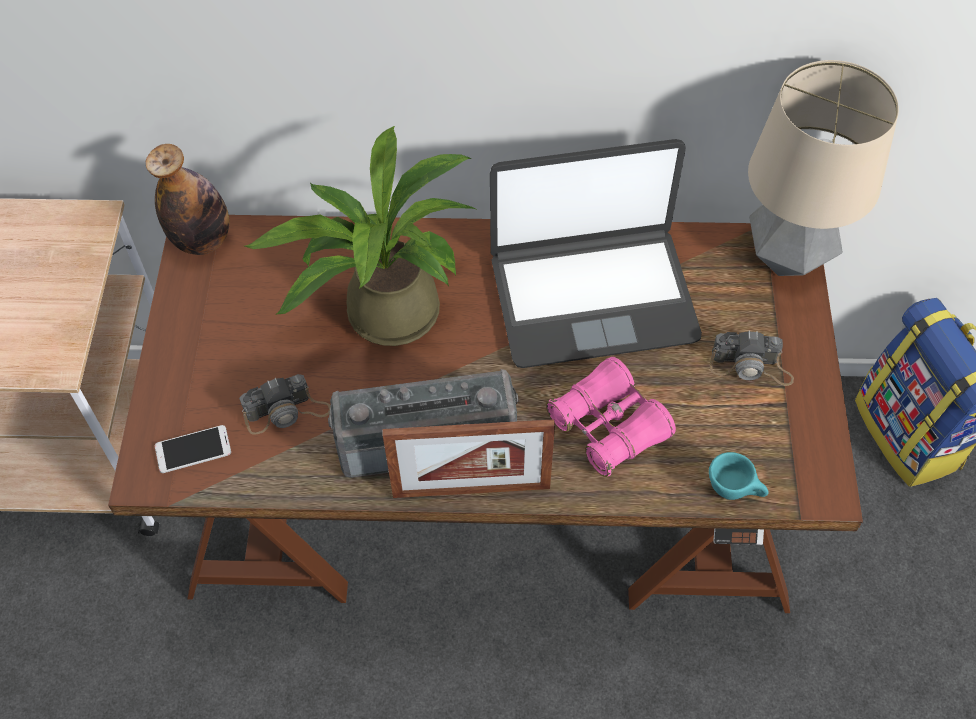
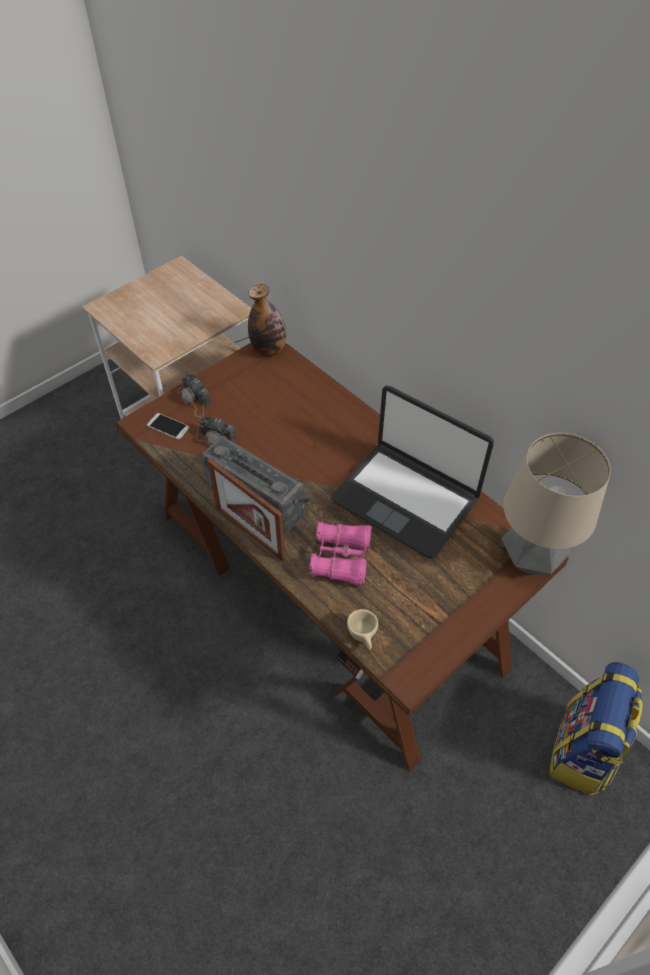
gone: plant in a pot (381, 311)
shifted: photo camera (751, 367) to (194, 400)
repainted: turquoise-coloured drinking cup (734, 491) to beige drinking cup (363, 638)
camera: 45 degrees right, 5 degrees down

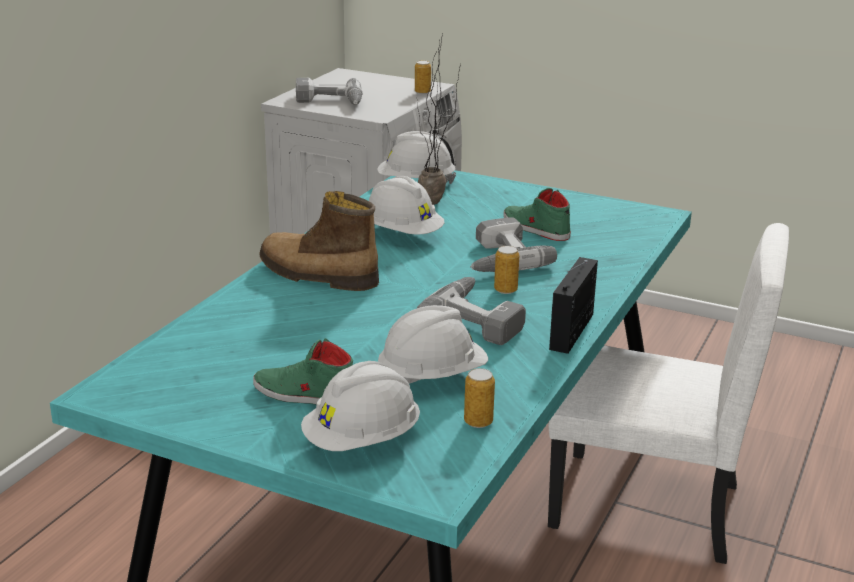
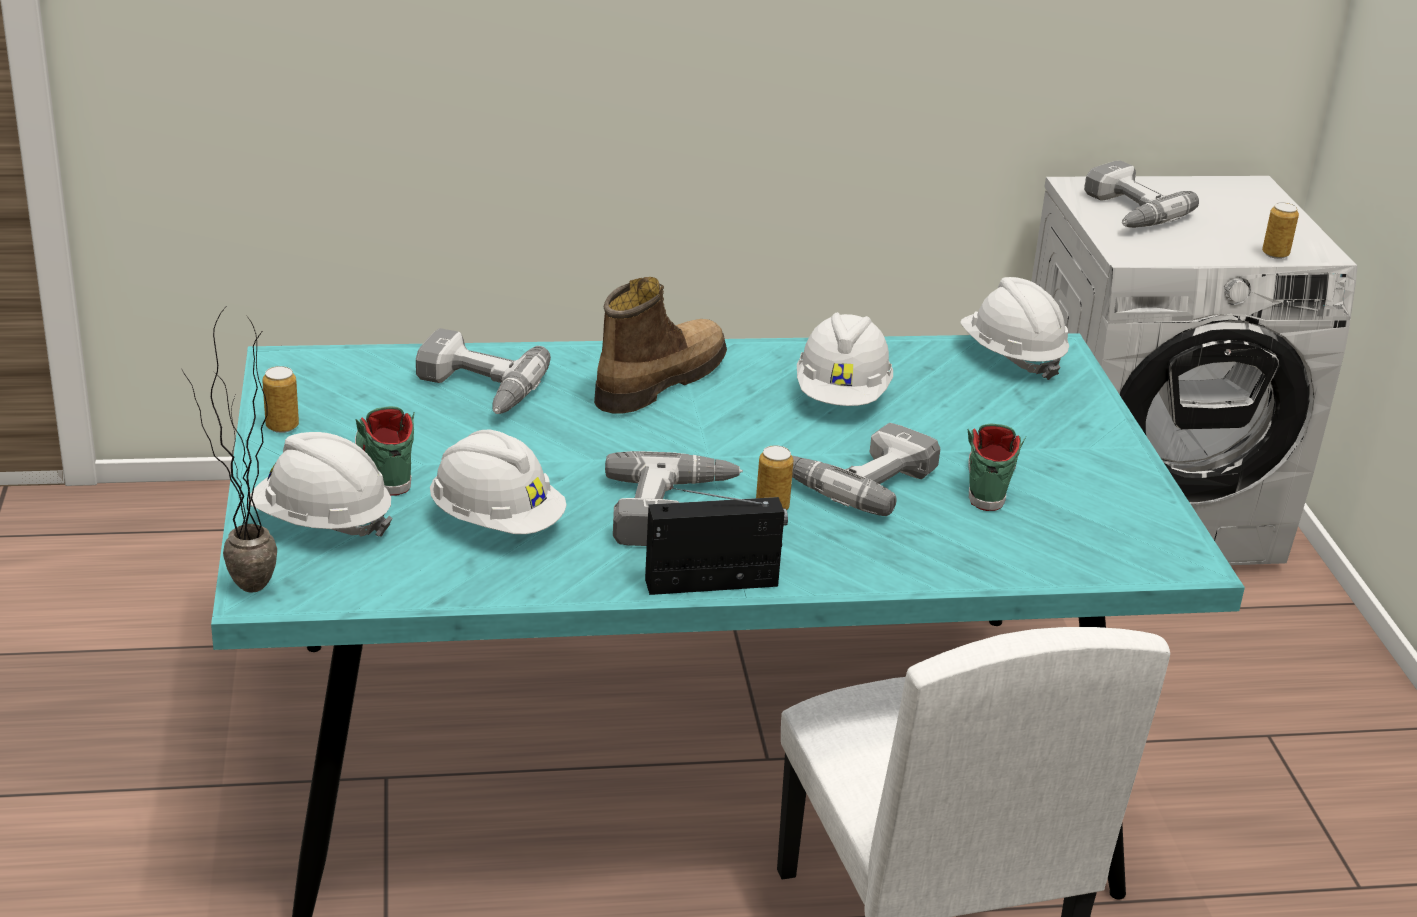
new: power drill (475, 389)
shifted: plant in a pot (435, 206) to (241, 594); can (478, 422) to (282, 426)
rotated: high-top boot (317, 276) = (658, 381) 45 degrees clockwise
camera: 55 degrees right, 5 degrees up

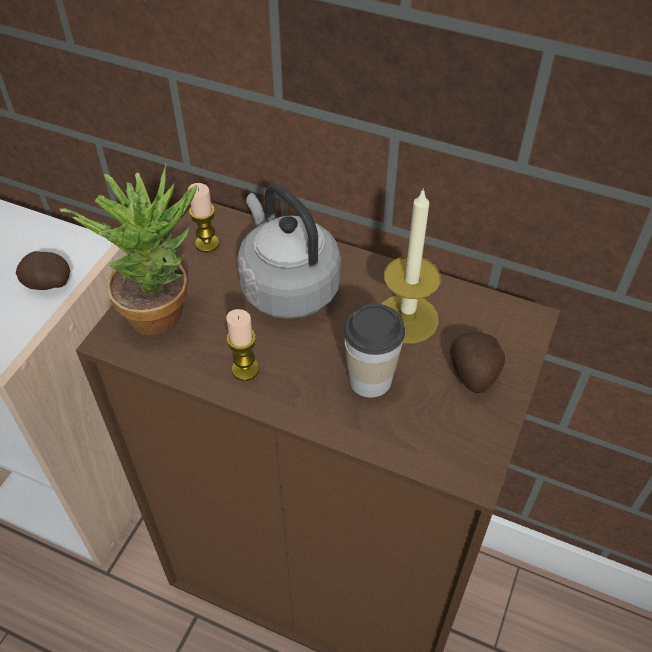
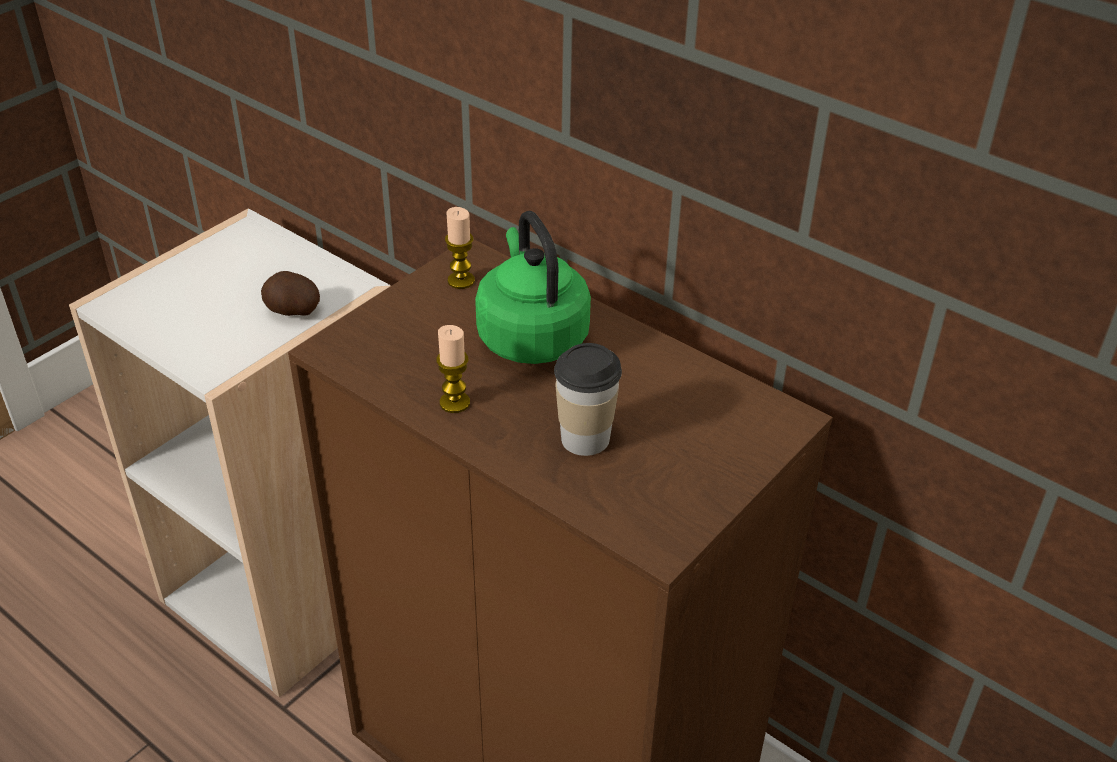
gone: plant in a pot (160, 306); candle (407, 318); whole potato (473, 374)
repainted: gray water kettle (287, 286) to green-coloured water kettle (531, 336)
camera: 15 degrees right, 10 degrees down

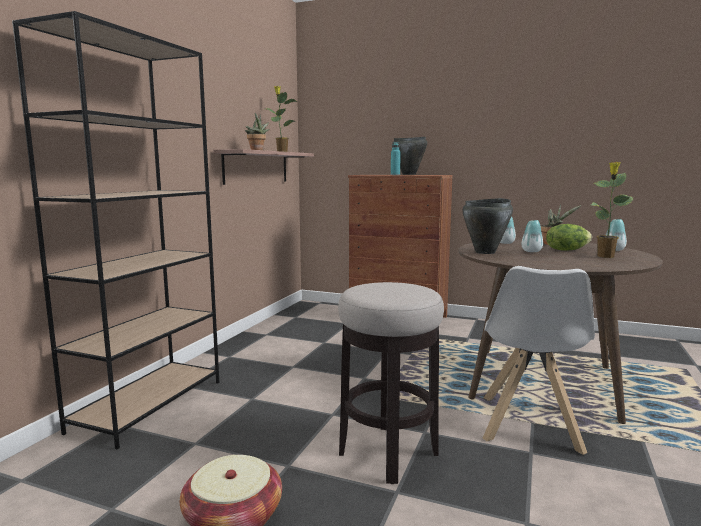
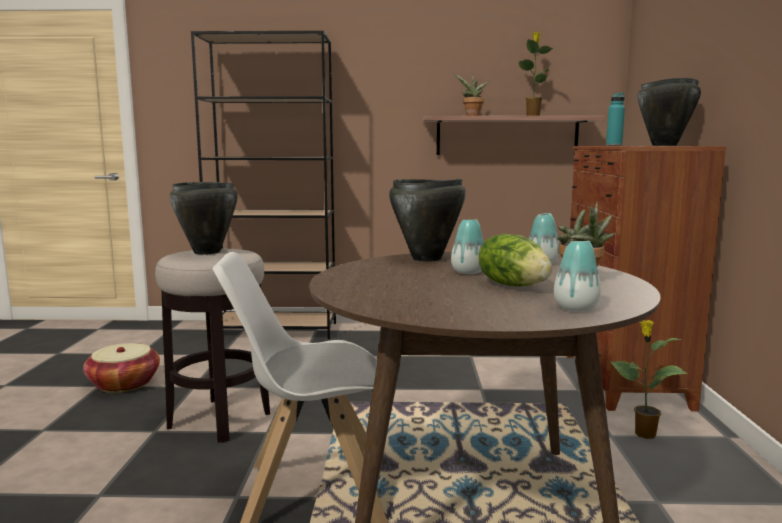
new: black cooking pot (206, 252)
shifted: plant in a pot (605, 256) to (643, 434)
camera: 70 degrees right, 0 degrees up

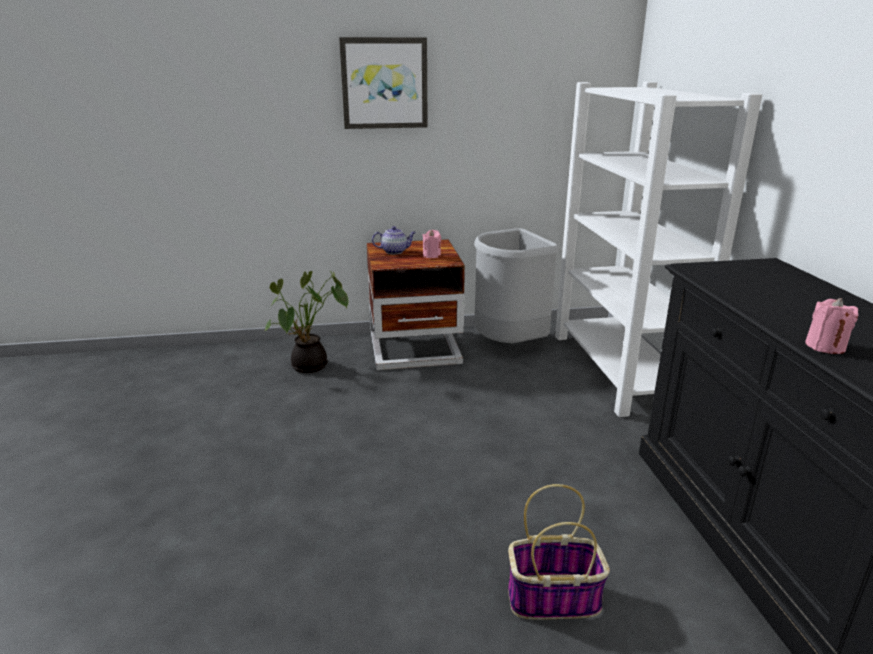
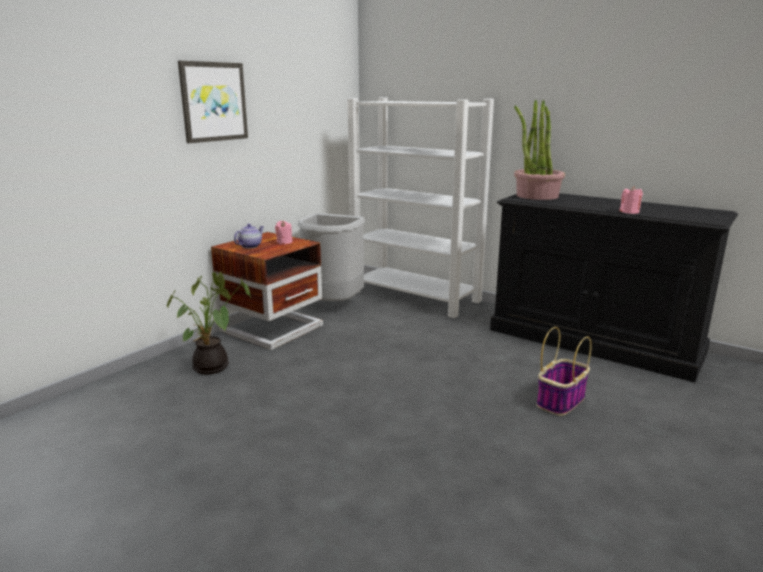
new: plant in a pot (536, 196)
camera: 45 degrees left, 5 degrees down

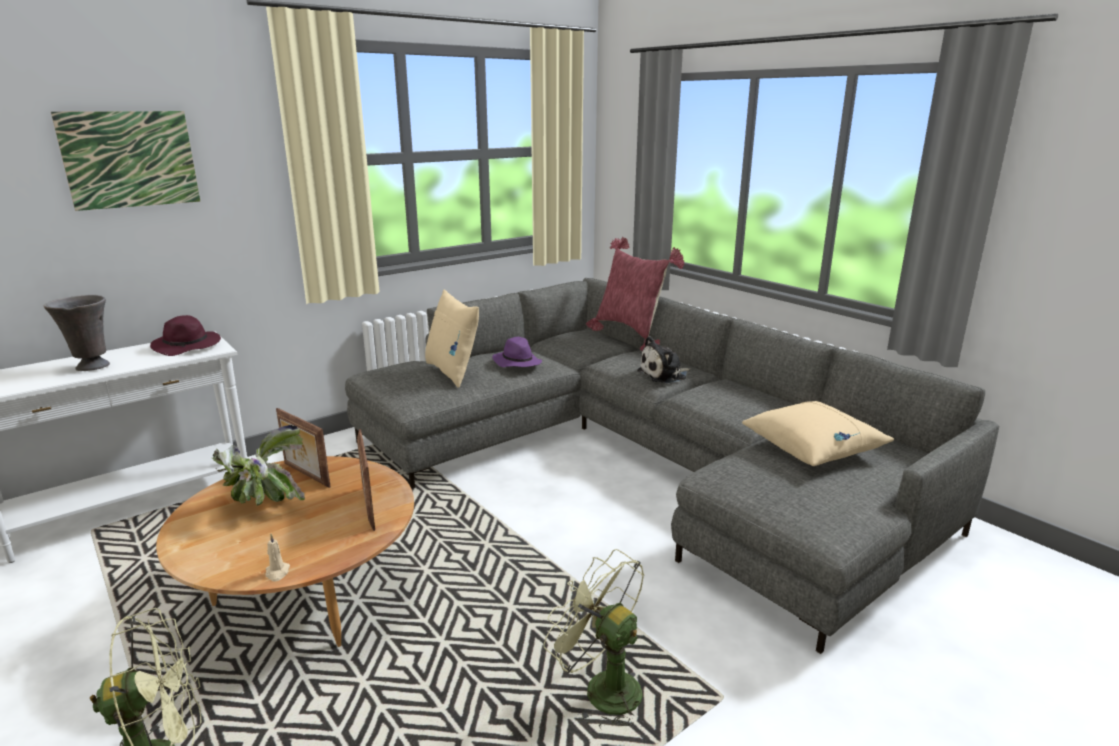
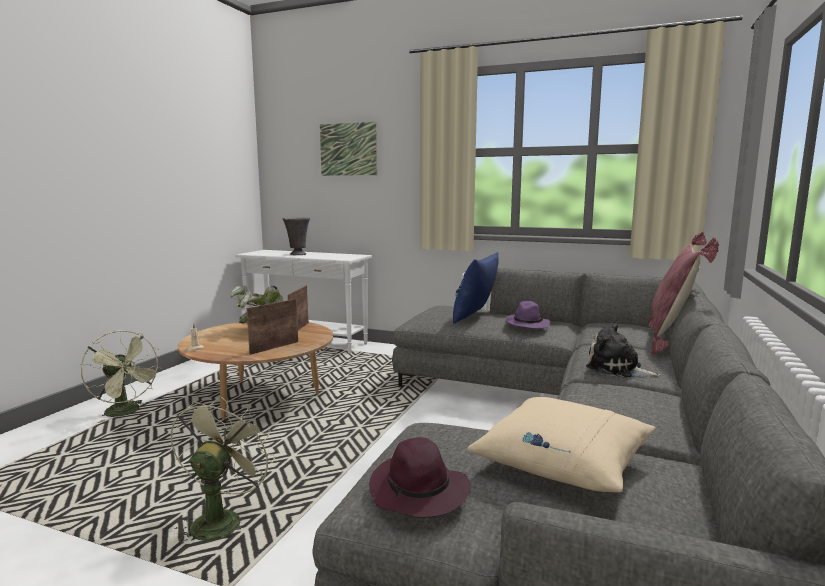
shifted: purple hat (188, 346) to (419, 492)
repainted: beige throw pillow (452, 373) to blue throw pillow (475, 317)
camera: 60 degrees right, 10 degrees down

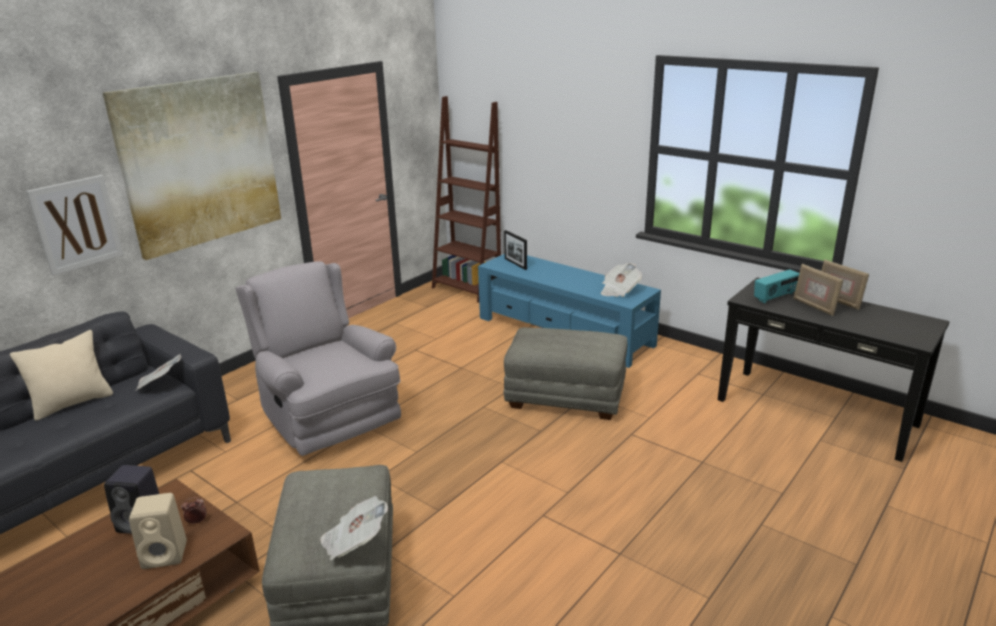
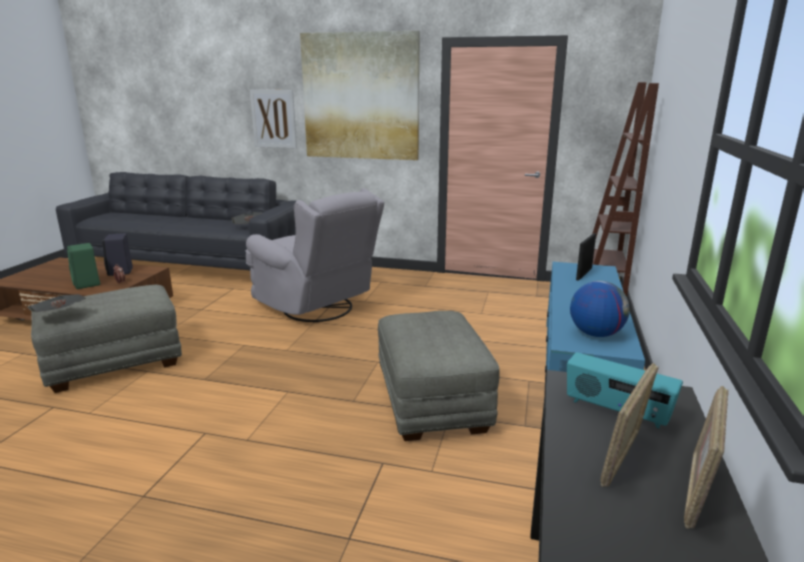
gone: beige throw pillow (72, 403)
swapped: newspaper (619, 291) to desk globe (595, 334)
repainted: beige speaker (166, 554) to green-coloured speaker (87, 284)
rotated: gray lounge chair (328, 418) = (316, 307) 105 degrees clockwise
camera: 65 degrees right, 5 degrees down

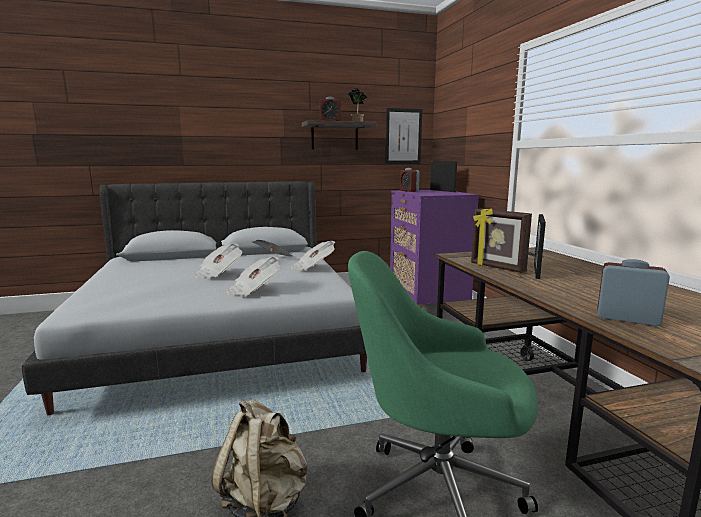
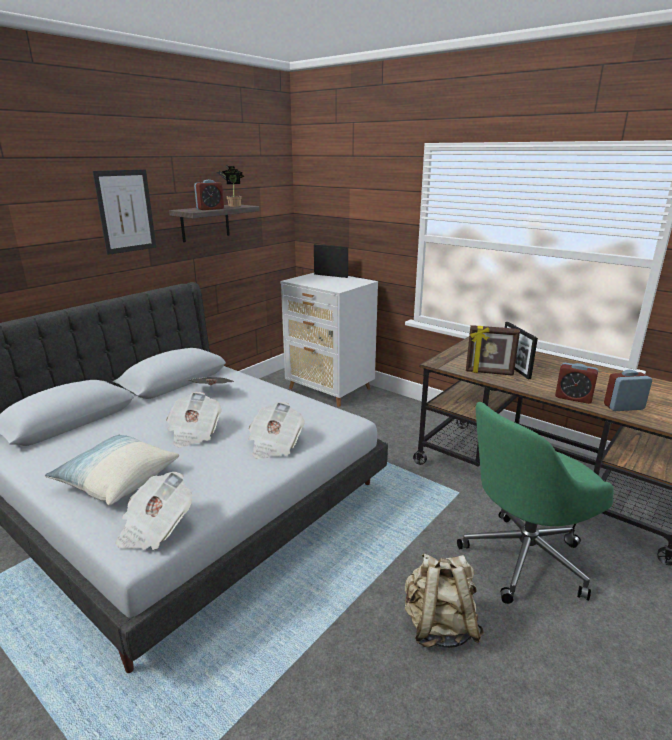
new: throw pillow (117, 480)
shifted: wall picture (403, 136) to (126, 211); bedside clock (409, 191) to (573, 398); newspaper (312, 267) to (155, 528)
repainted: purple dresser (428, 302) to white-coloured dresser (330, 389)
camera: 35 degrees left, 10 degrees up

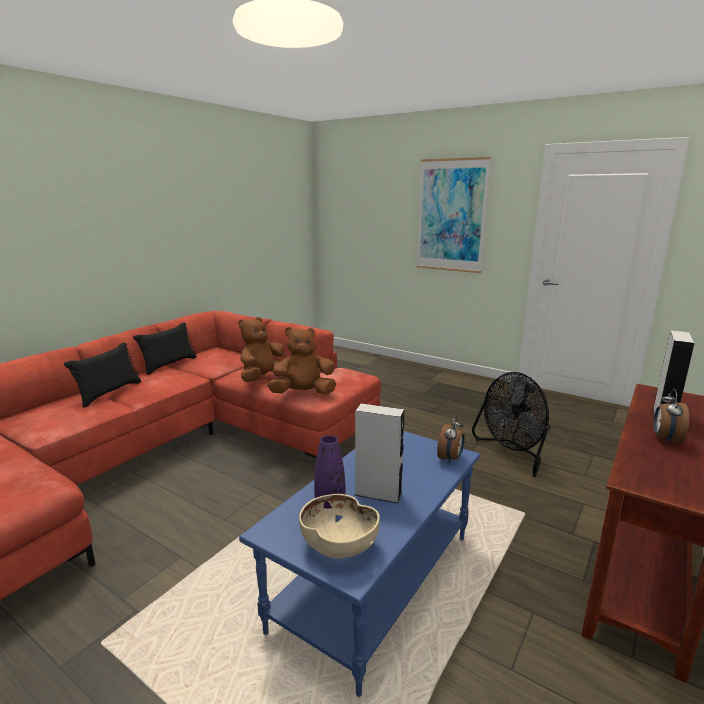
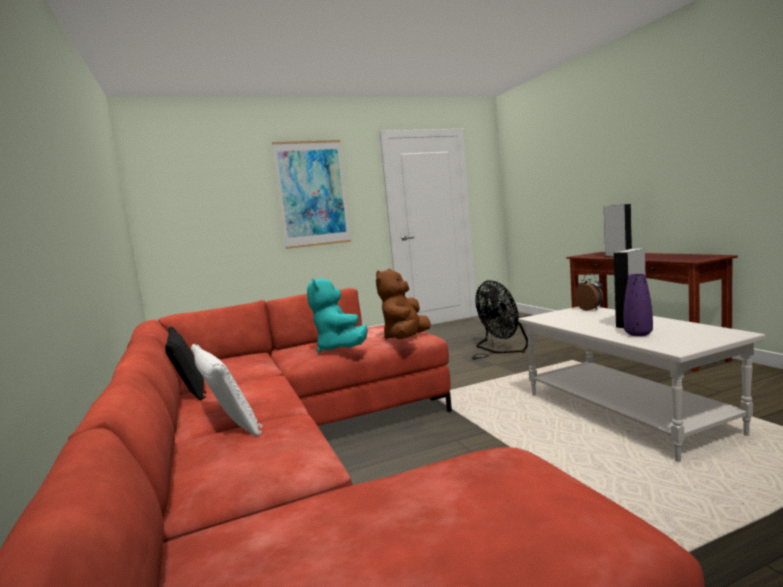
gone: bedside clock (665, 439); beige deep dish (338, 546)
repainted: brown cuddly toy (263, 378) to turquoise-coloured cuddly toy (340, 349); black throw pillow (109, 393) to white-coloured throw pillow (229, 421); blue low table (374, 579) to white-coloured low table (623, 413)
rotated: black fan (513, 452) = (494, 349) 120 degrees counterclockwise
camera: 55 degrees left, 10 degrees down

